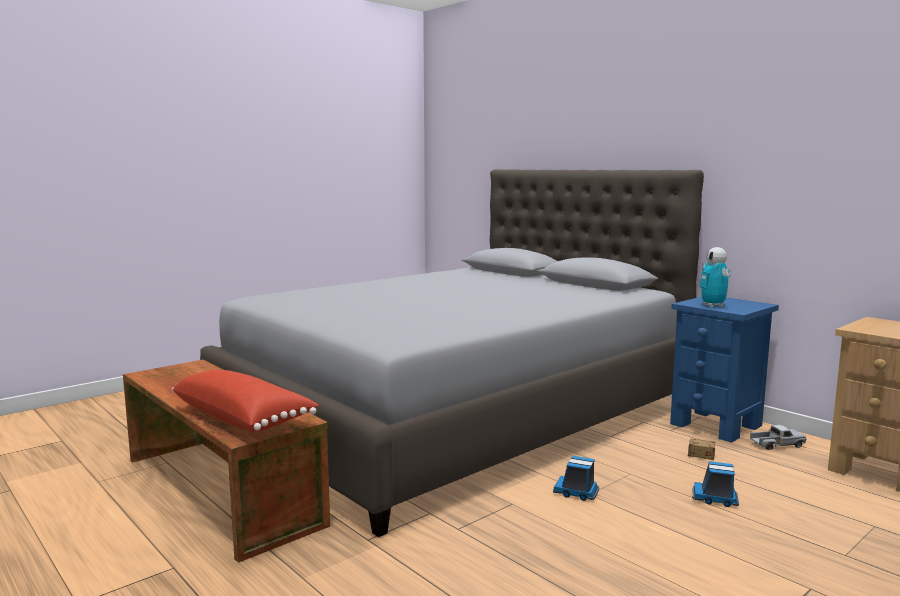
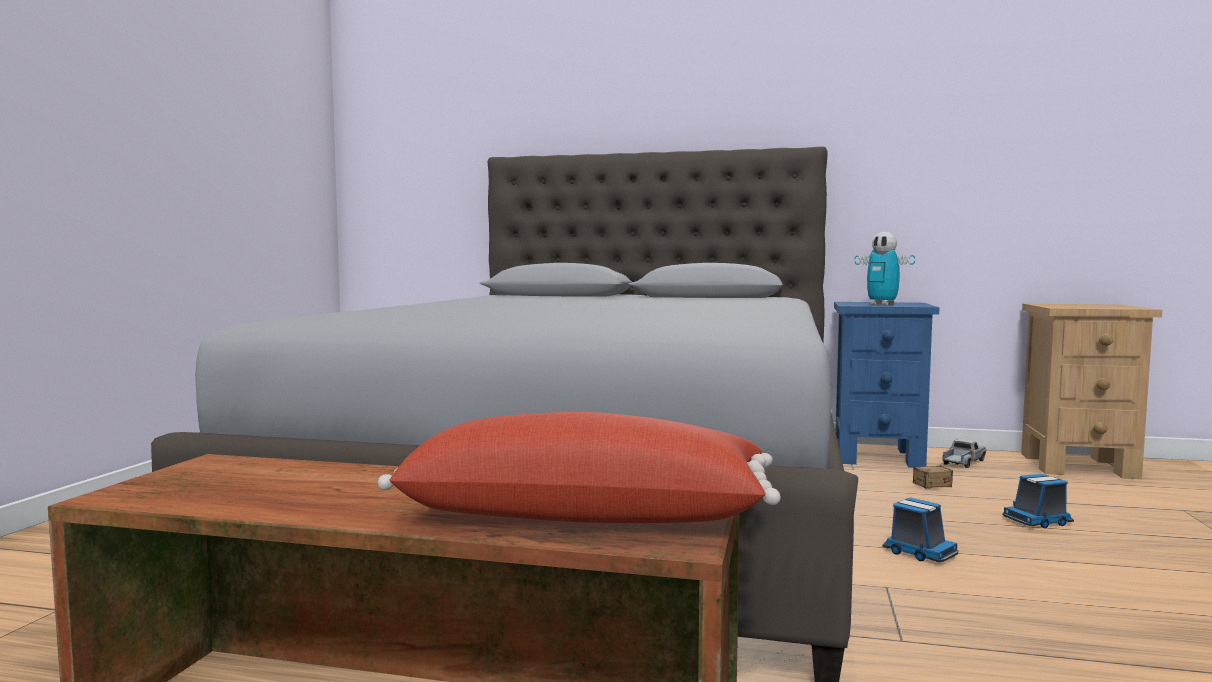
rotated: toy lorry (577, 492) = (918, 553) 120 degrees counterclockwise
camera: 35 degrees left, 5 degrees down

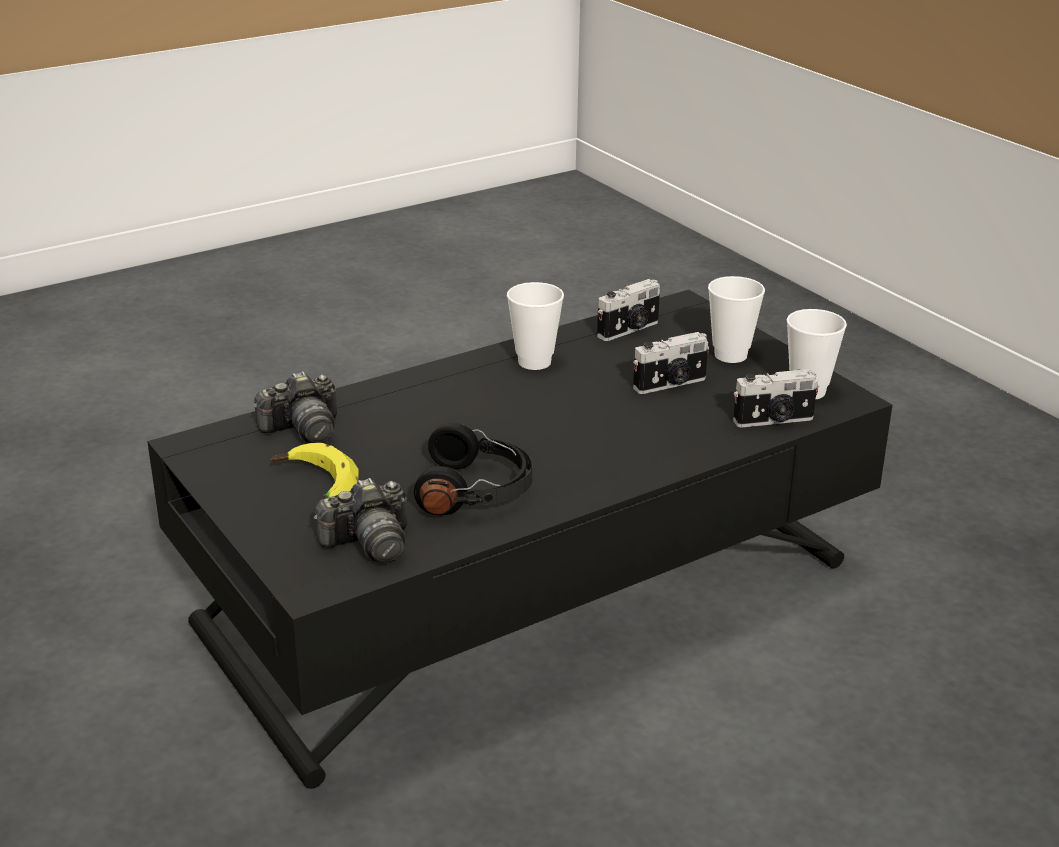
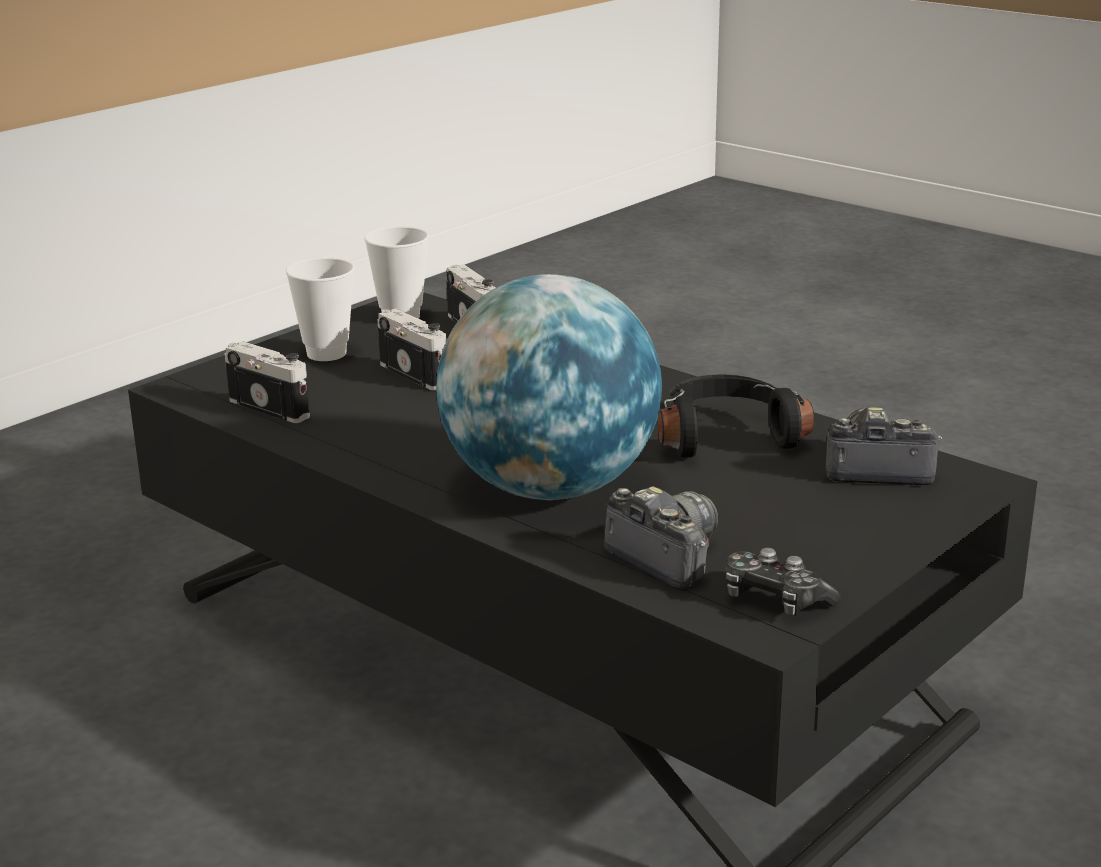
gone: drinking cup (534, 362); whole banana (315, 485)
new: desk globe (550, 488); joypad (774, 600)
rotated: photo camera (369, 544) = (876, 469) 45 degrees counterclockwise
camera: 105 degrees left, 5 degrees down

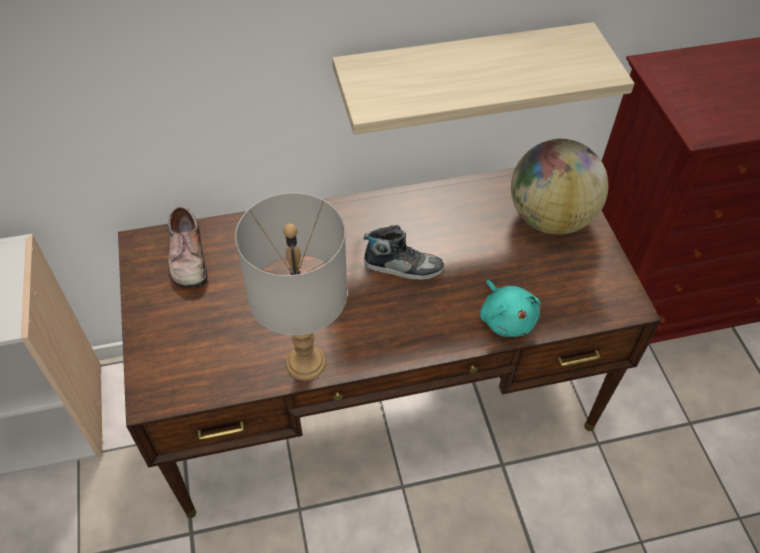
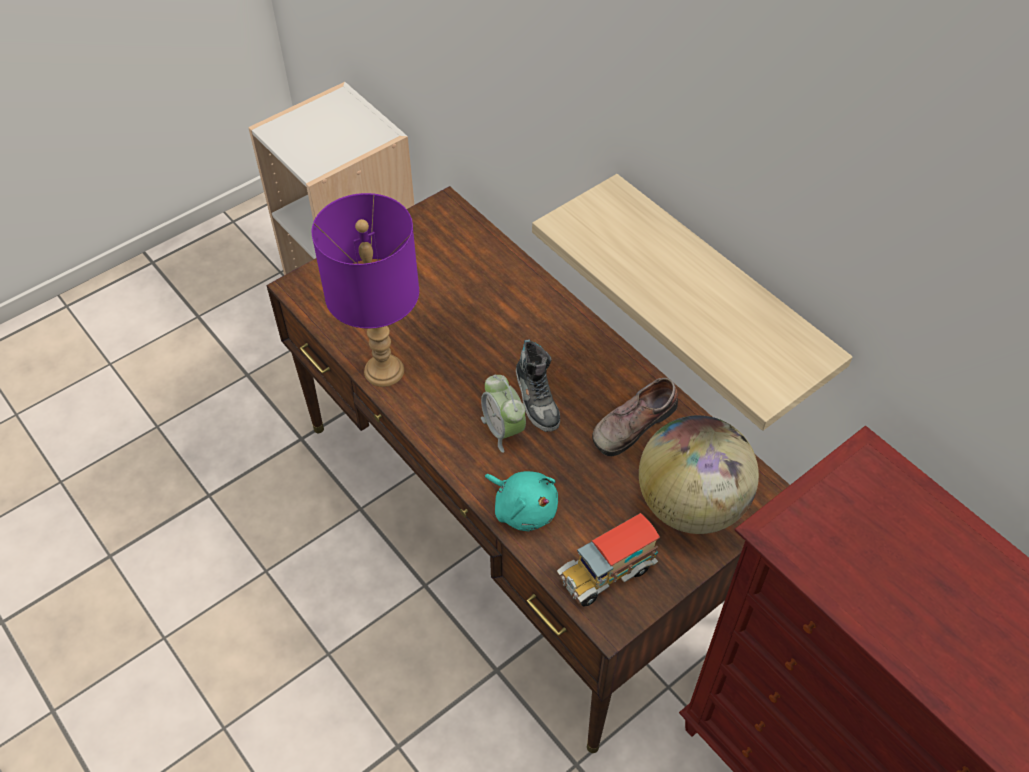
new: bedside clock (503, 429); toy lorry (606, 573)
shifted: shoe (186, 257) to (631, 423)
repainted: gray lamp for a table (306, 362) to purple lamp for a table (384, 371)
rotated: turquoise-coloured cuddly toy (506, 318) = (523, 508) 90 degrees counterclockwise
camera: 65 degrees right, 0 degrees up

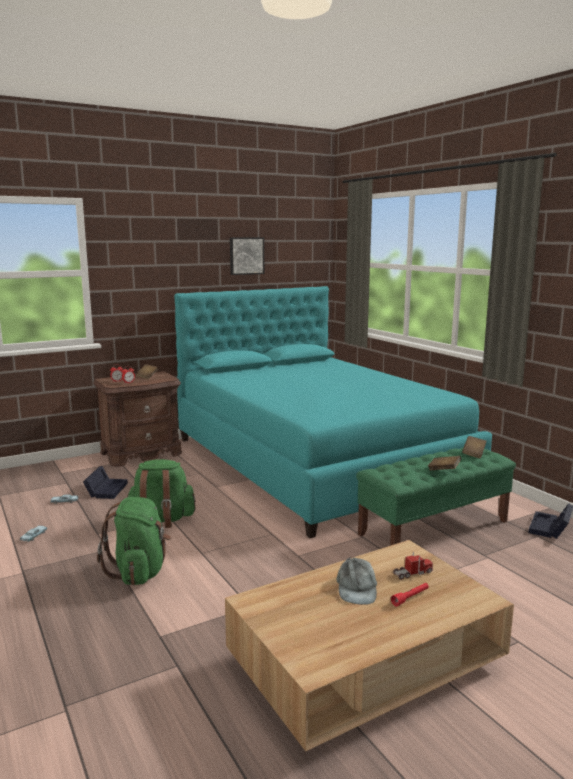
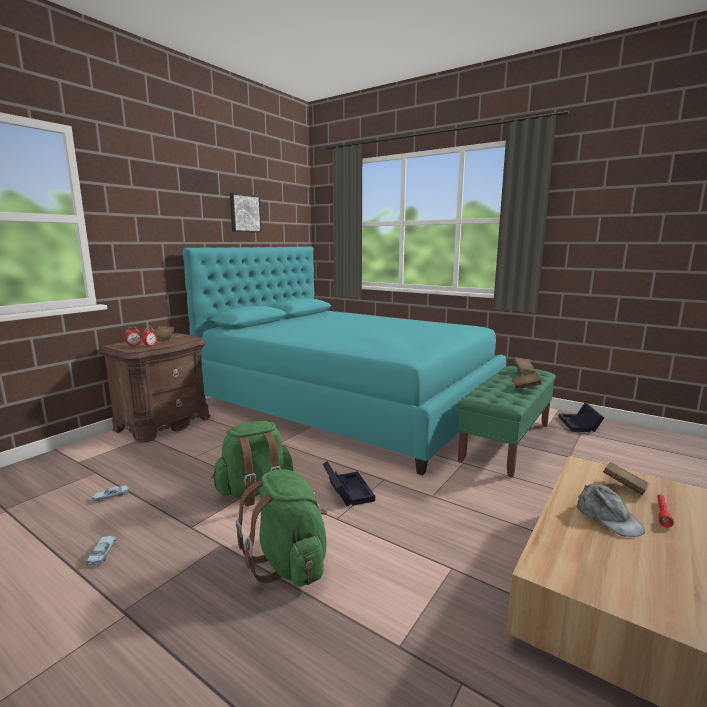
shifted: black storage bin (106, 489) to (347, 490)
swapped: toy lorry (413, 573) to brown volume (623, 487)
camera: 25 degrees left, 0 degrees up

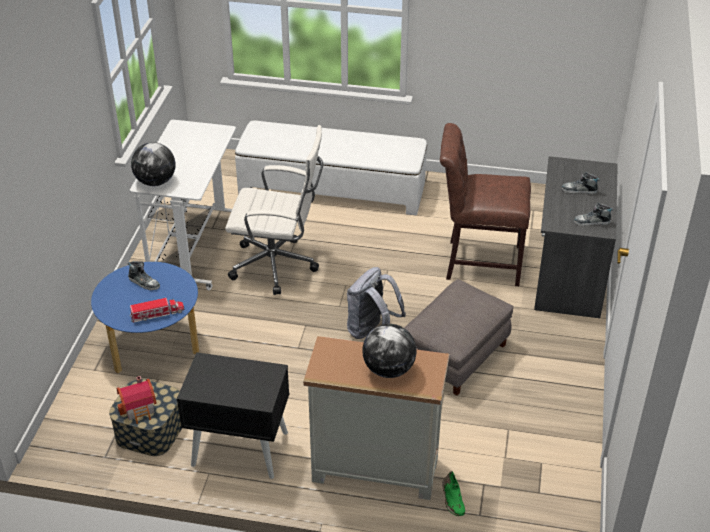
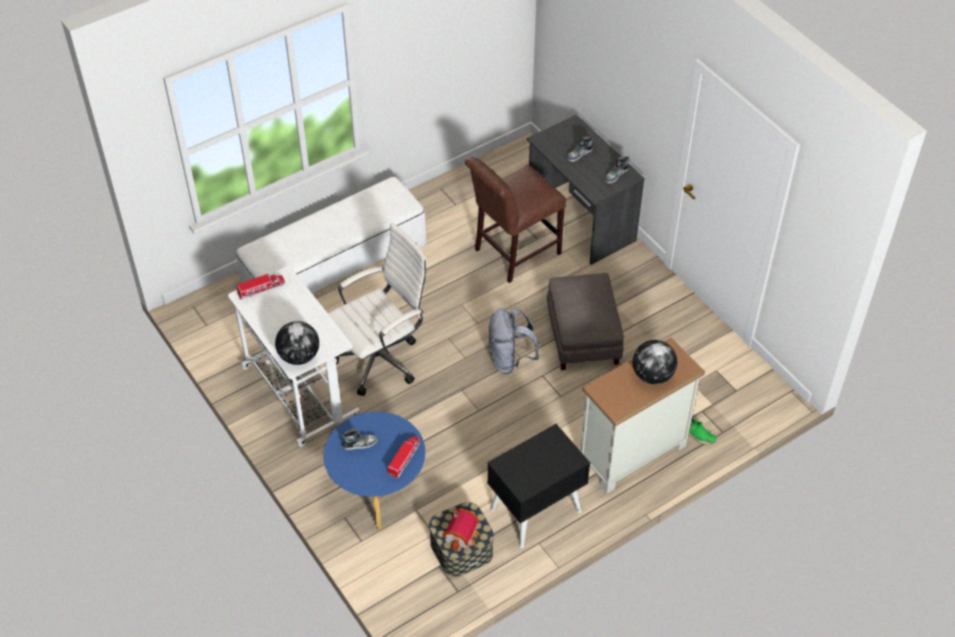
new: toy lorry (261, 289)
camera: 45 degrees left, 10 degrees up

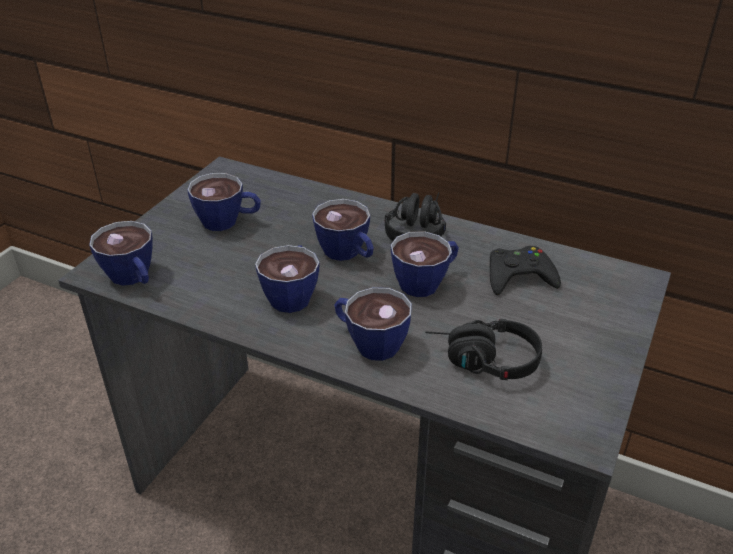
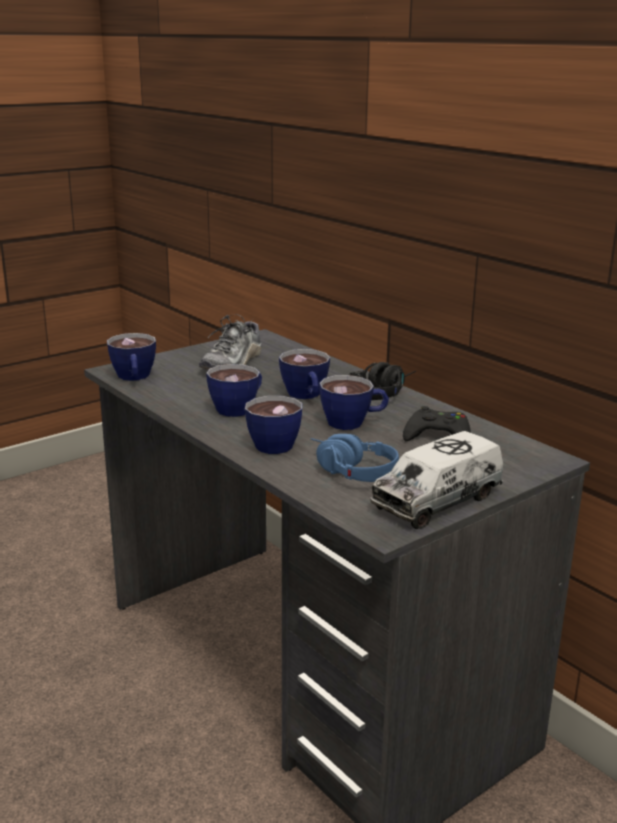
new: toy lorry (437, 500)
swapped: drinking cup (228, 222) to shoe (233, 363)
repainted: black headset (480, 361) to blue headset (347, 472)
camera: 25 degrees right, 15 degrees down

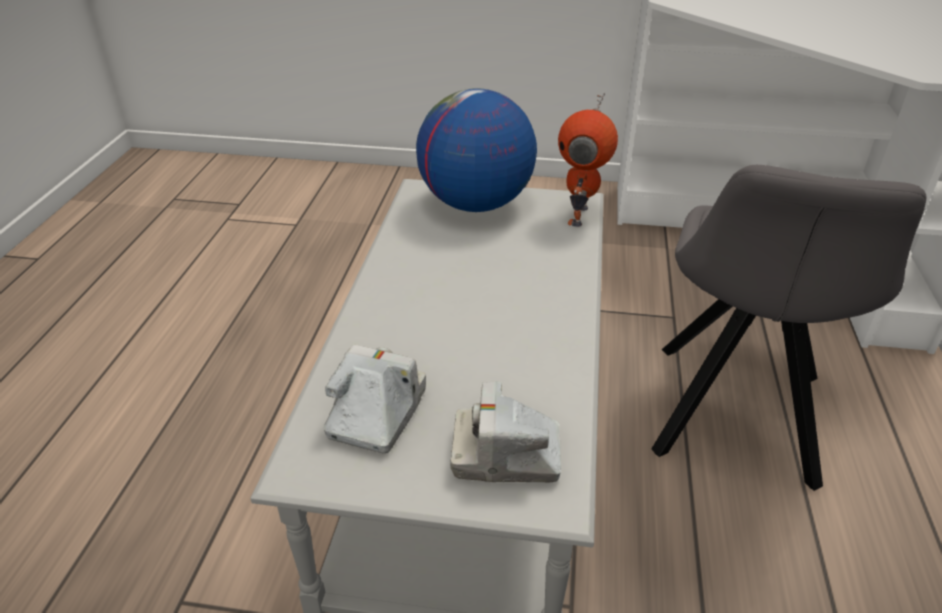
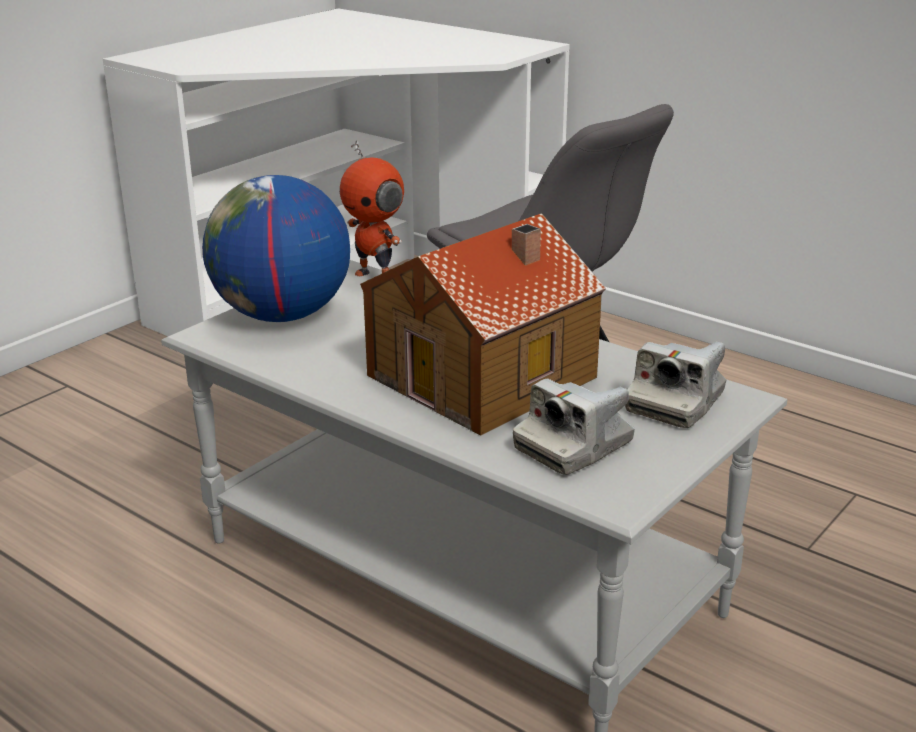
new: toy house (486, 377)
rotated: photo camera (377, 413) = (574, 446) 90 degrees counterclockwise
camera: 60 degrees left, 10 degrees down

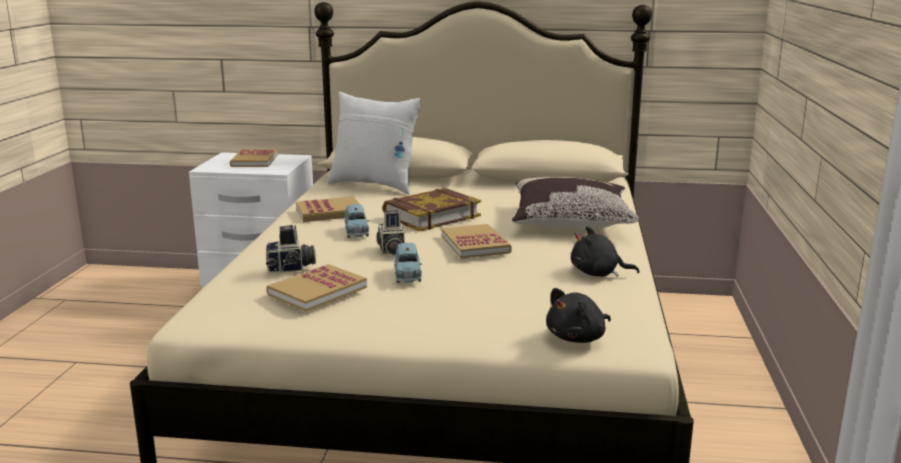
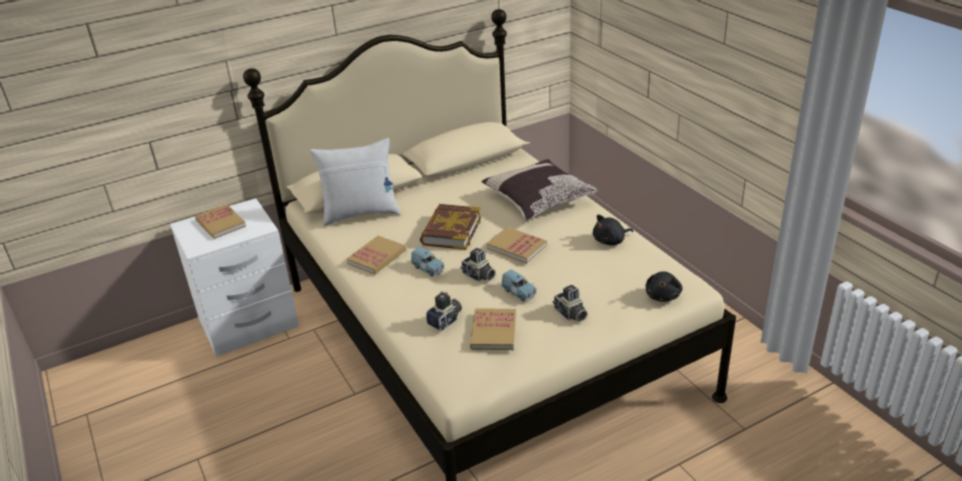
new: photo camera (570, 314)
camera: 35 degrees left, 15 degrees up

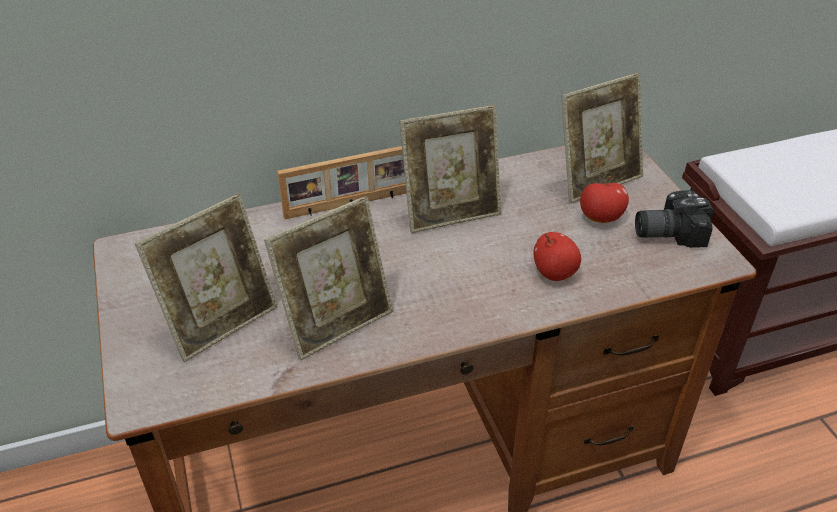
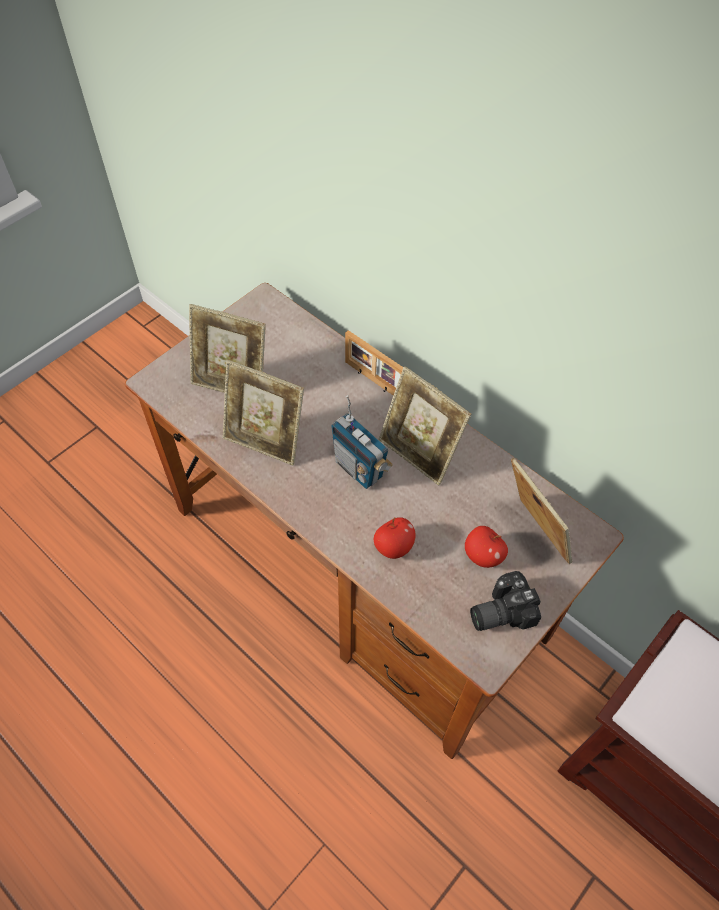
new: radio (359, 469)
rotated: photo frame (596, 180) = (532, 535) 150 degrees counterclockwise; photo camera (667, 231) = (499, 610) 75 degrees counterclockwise
camera: 60 degrees right, 15 degrees up

